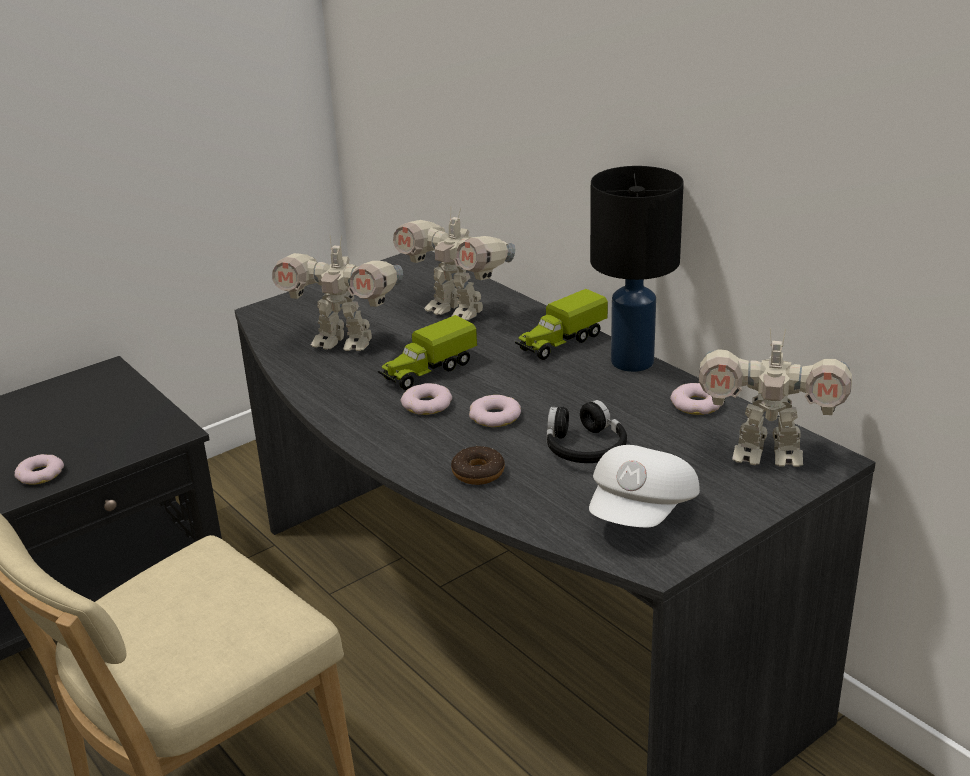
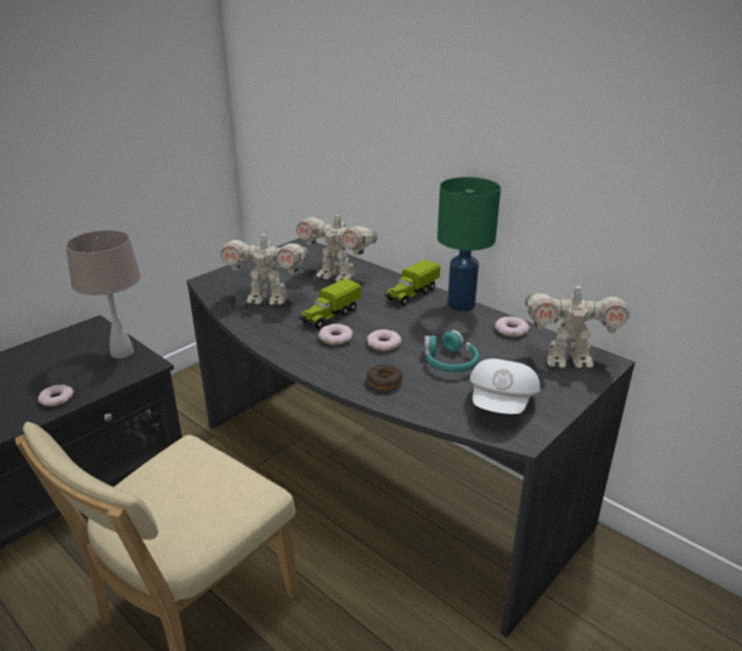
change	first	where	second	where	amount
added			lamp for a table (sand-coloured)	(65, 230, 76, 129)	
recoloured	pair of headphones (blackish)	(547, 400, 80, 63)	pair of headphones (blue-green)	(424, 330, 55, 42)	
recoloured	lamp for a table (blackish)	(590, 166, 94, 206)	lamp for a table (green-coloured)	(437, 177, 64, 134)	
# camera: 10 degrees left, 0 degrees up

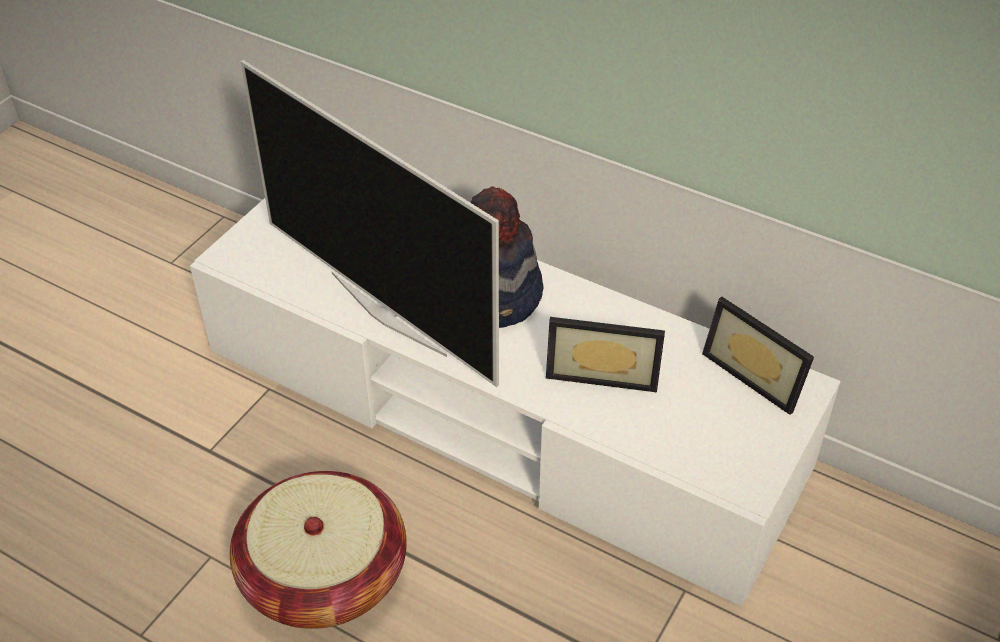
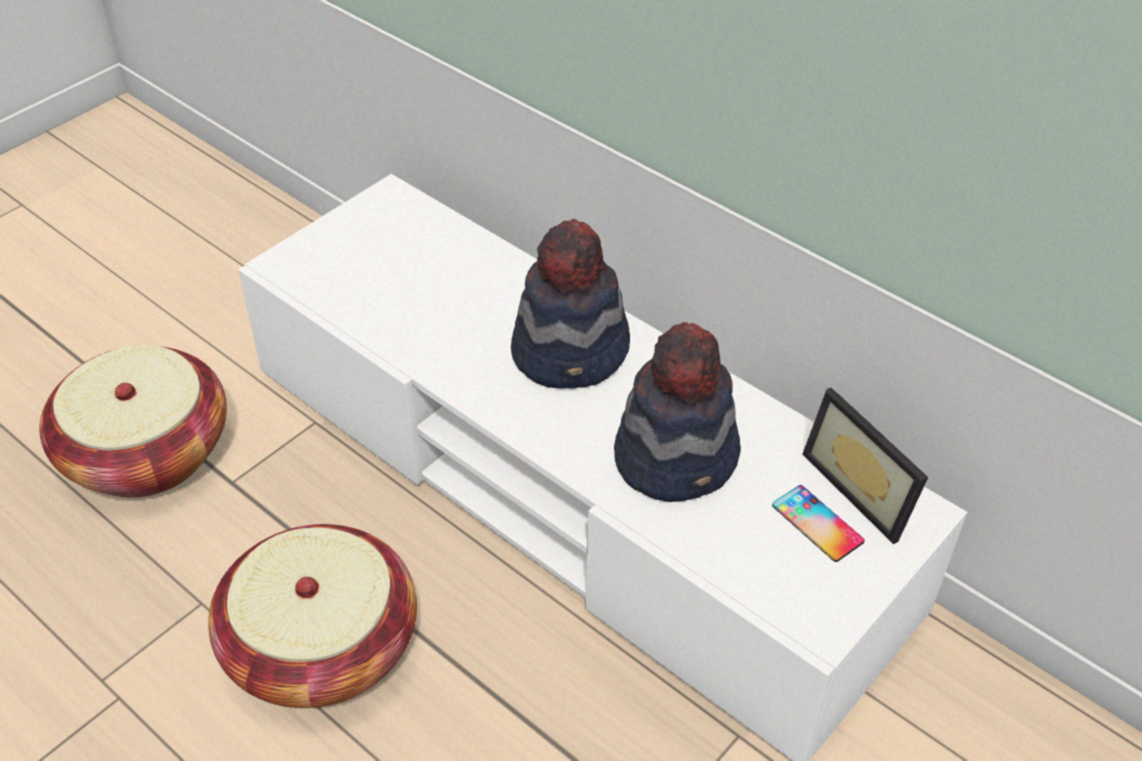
change	first	where	second	where	amount
added			storage basket	(39, 345, 188, 153)	
replaced	standing frame	(546, 317, 119, 75)	wearable hat	(614, 322, 127, 180)	
added			phone	(772, 485, 93, 77)	
removed	TV	(241, 60, 258, 327)			
# camera: 10 degrees right, 0 degrees up

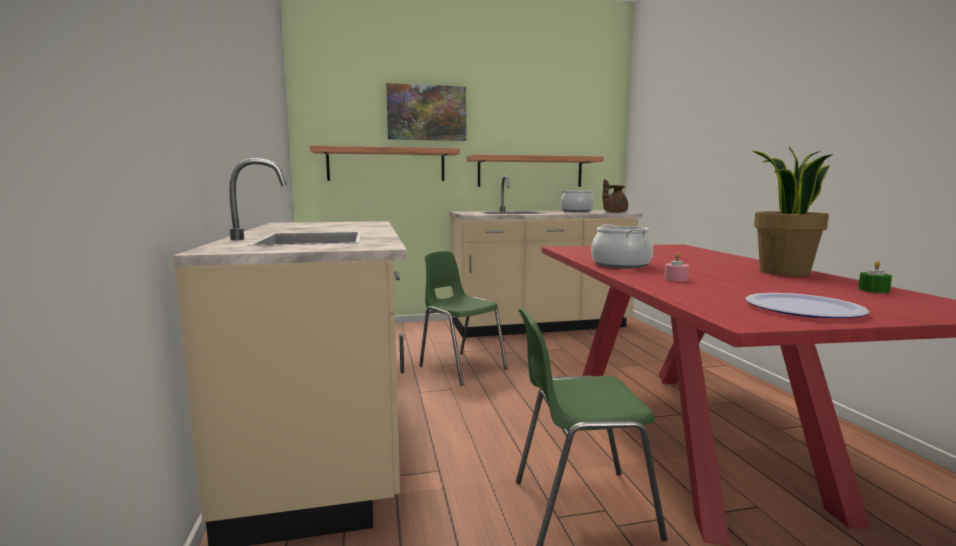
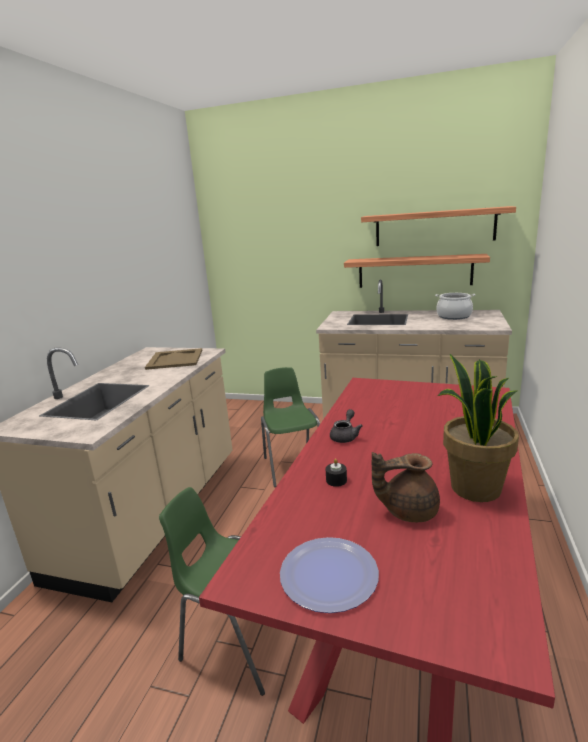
change	first	where	second	where	amount
added			carrying tray (sand-coloured)	(145, 348, 57, 22)	
recoloured	wax light (pink-coloured)	(664, 253, 25, 28)	wax light (blackish)	(325, 458, 22, 29)	
replaced	saucepot	(591, 224, 62, 44)	pot for tea (gray)	(330, 409, 33, 34)	
moved	bracket shelf	(310, 146, 150, 35)		(361, 206, 155, 40)	
moved	pot for tea (brown-coloured)	(602, 179, 26, 34)		(372, 452, 68, 70)	
removed	wall art	(386, 83, 80, 58)			
removed	wax light (green-coloured)	(858, 261, 34, 32)			
# camera: 30 degrees right, 10 degrees up

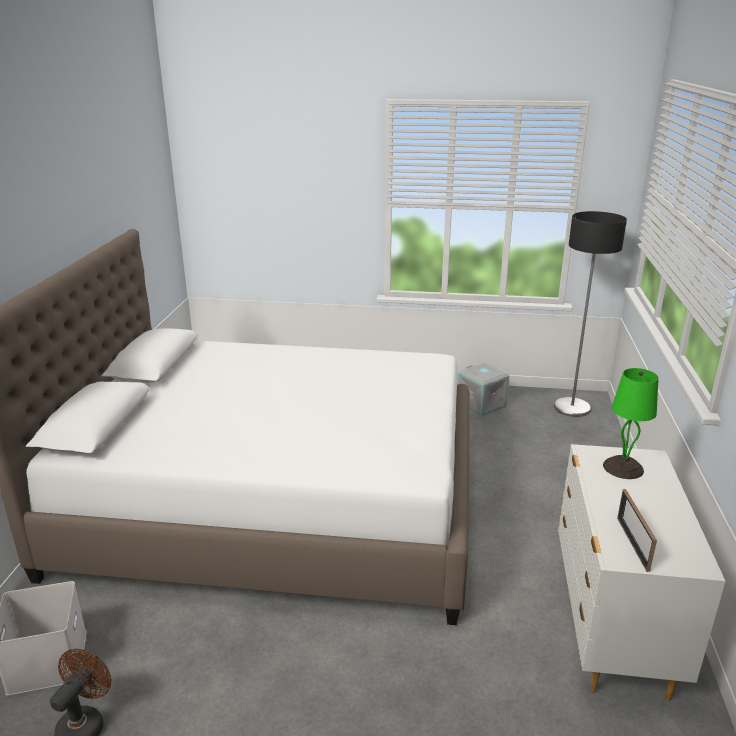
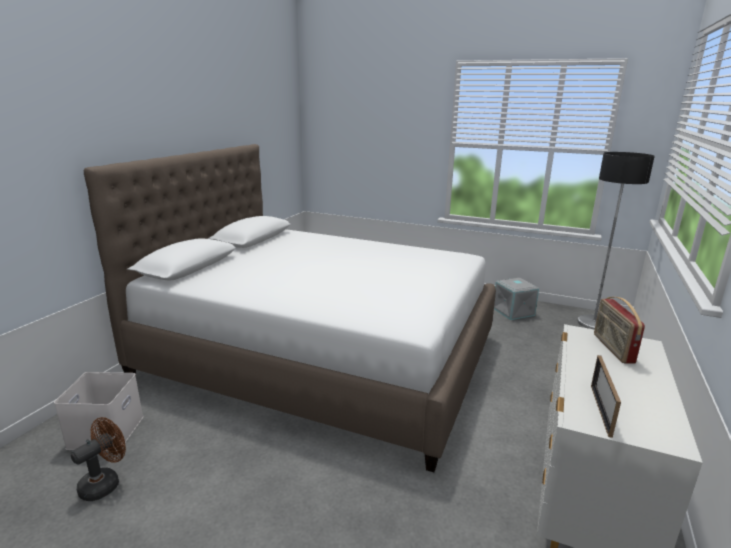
change	first	where	second	where	amount
replaced	lamp for a table (green-coloured)	(603, 368, 56, 111)	radio receiver	(594, 297, 51, 66)	
# camera: 15 degrees right, 5 degrees down

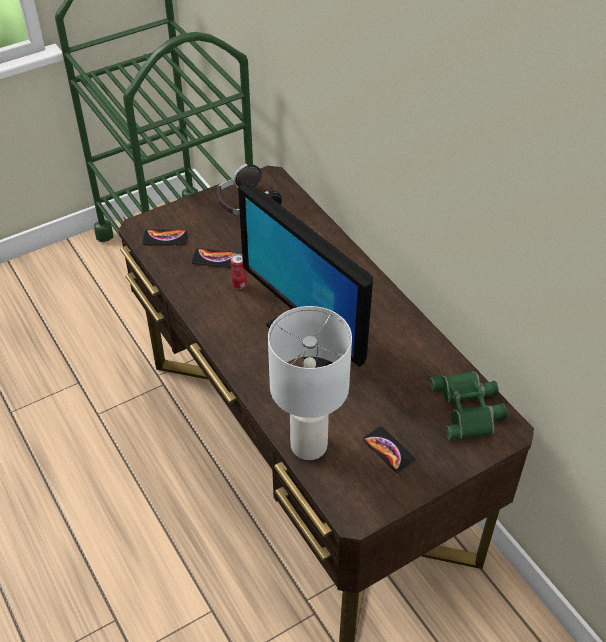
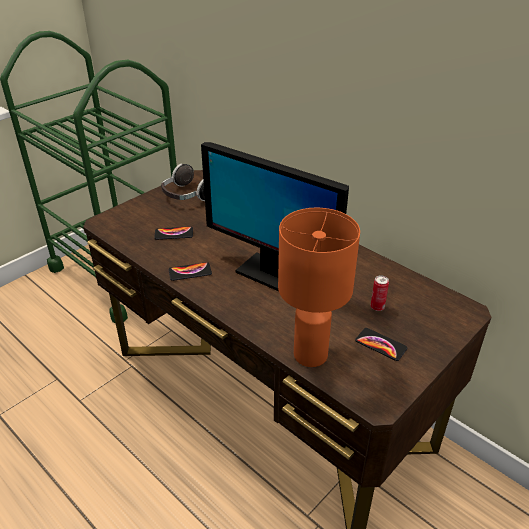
change	first	where	second	where	amount
moved	phone	(142, 229, 46, 16)		(168, 262, 44, 19)	
recoloured	lamp for a table (white-coloured)	(268, 306, 84, 154)	lamp for a table (orange-coloured)	(278, 208, 82, 159)	
moved	metal can	(231, 254, 16, 35)		(371, 275, 18, 36)	
removed	pair of binoculars (green-coloured)	(430, 372, 78, 68)			
# camera: 15 degrees left, 10 degrees down

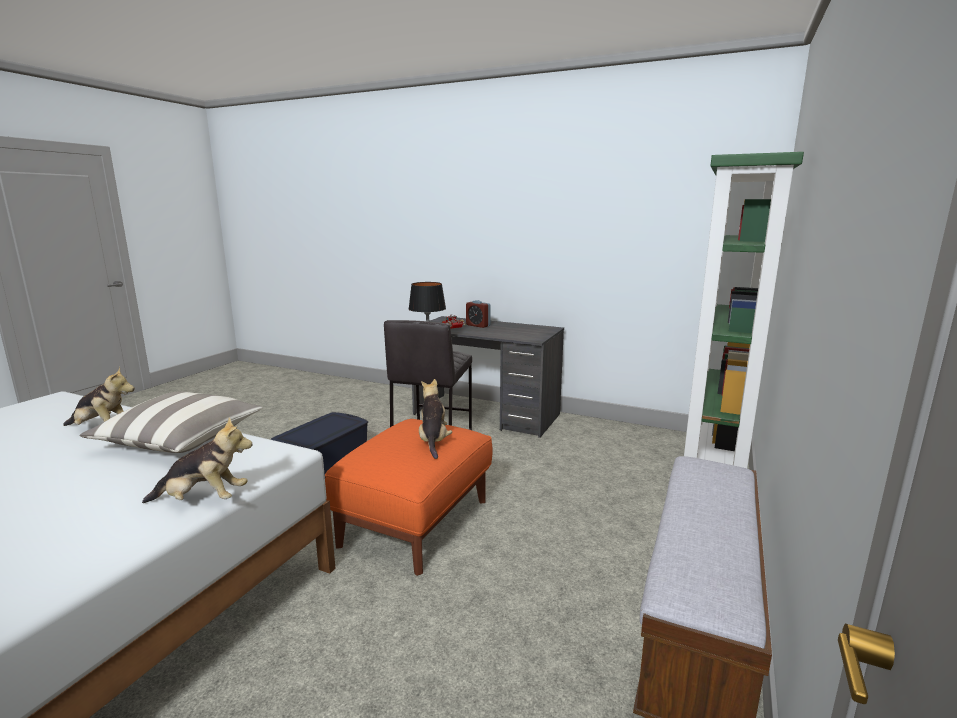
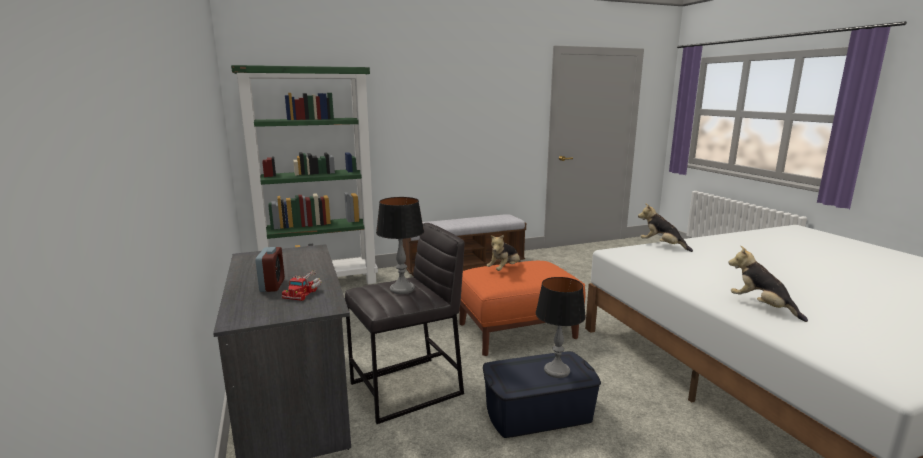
change	first	where	second	where	amount
added			lamp for a table	(536, 277, 50, 101)	
removed	throw pillow	(80, 392, 183, 61)			
# camera: 135 degrees left, 0 degrees up

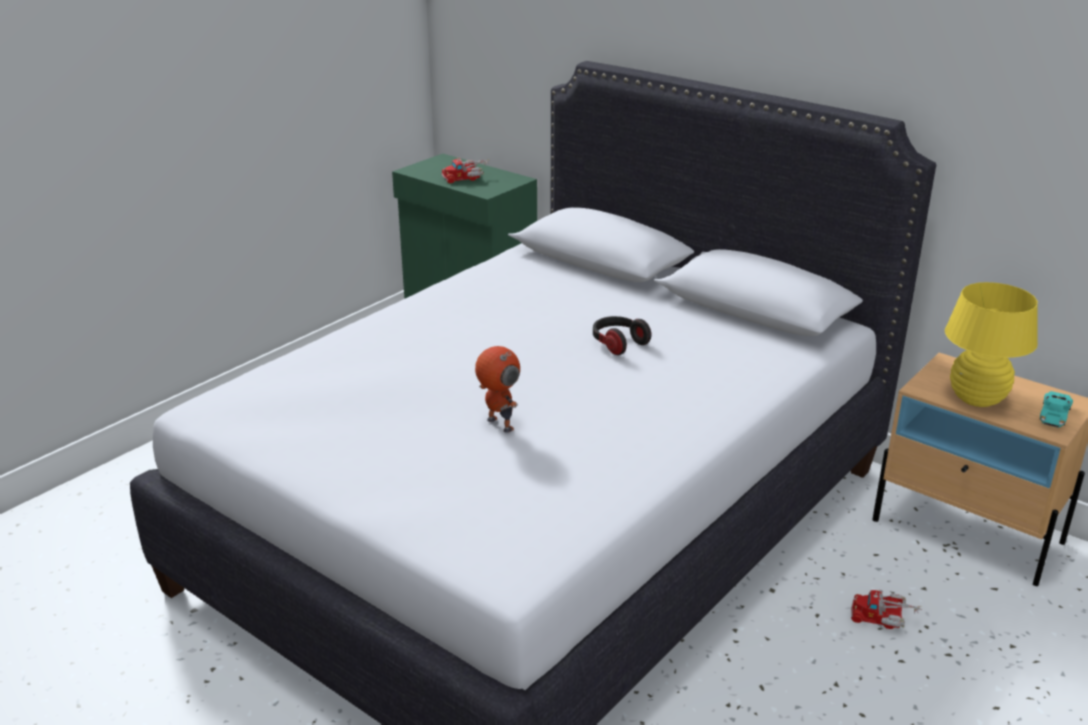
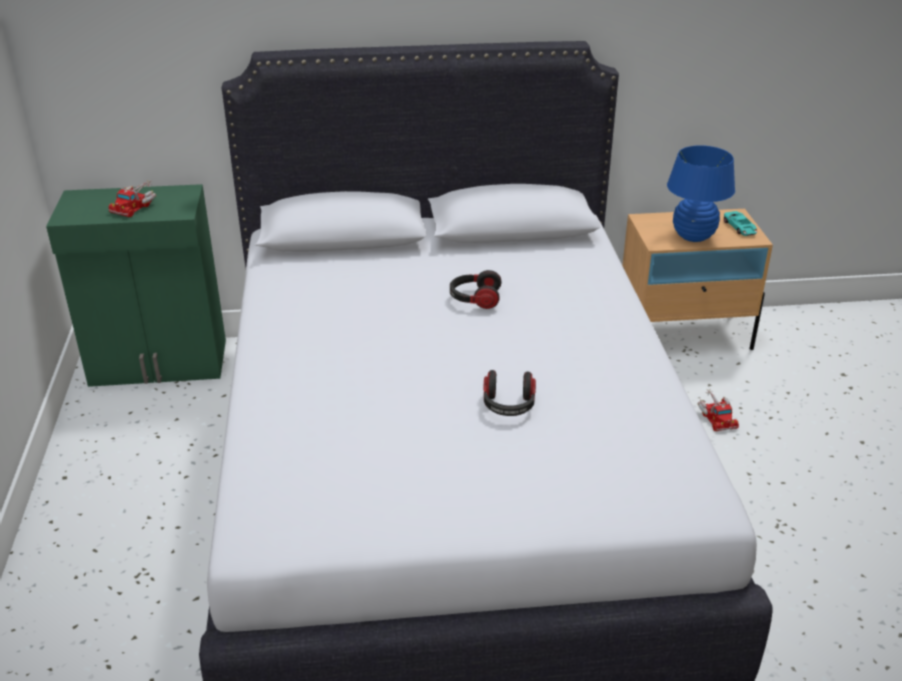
change	first	where	second	where	amount
replaced	model robot	(475, 346, 45, 87)	pair of headphones	(483, 370, 53, 46)	
recoloured	lamp for a table (yellow-coloured)	(945, 282, 93, 125)	lamp for a table (blue-coloured)	(667, 146, 68, 96)	
turned	model truck	(851, 590, 71, 39)		(697, 389, 42, 42)	75 degrees counterclockwise
# camera: 45 degrees left, 5 degrees up

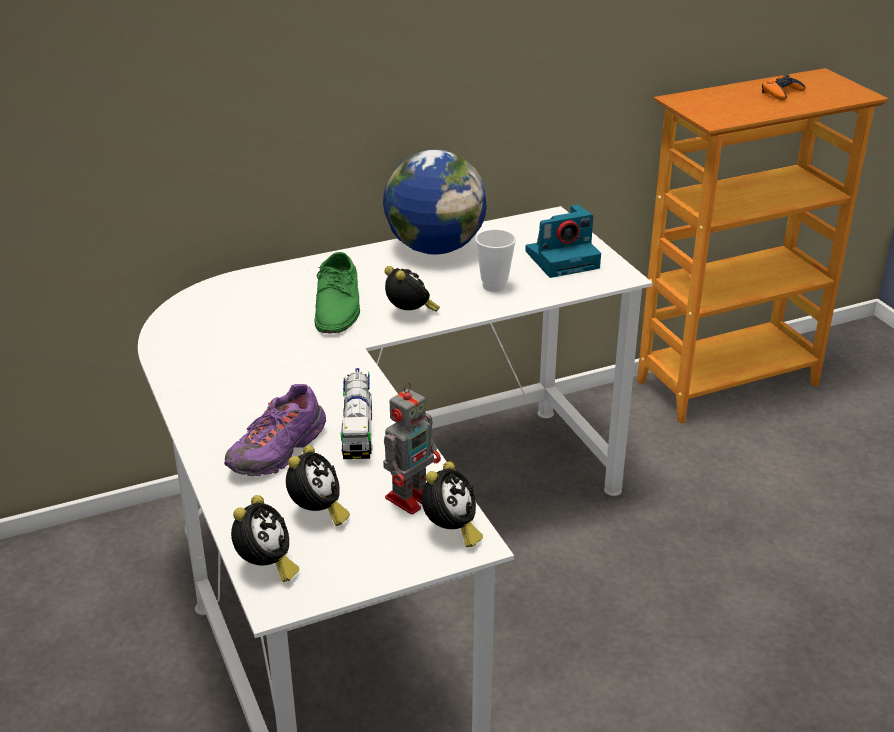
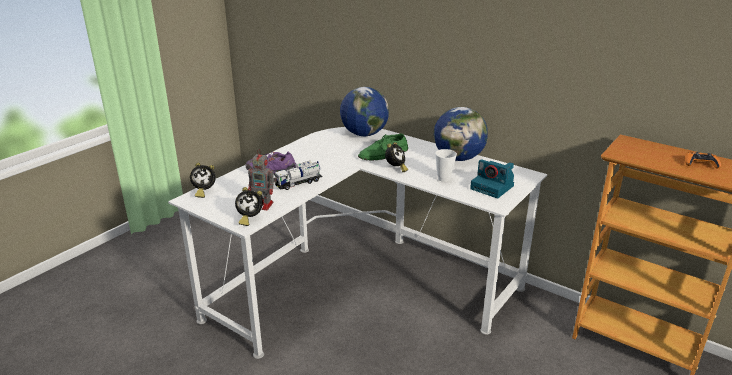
change	first	where	second	where	amount
added			globe	(340, 87, 49, 49)	
removed	bedside clock	(286, 445, 64, 81)			
# camera: 60 degrees right, 5 degrees down

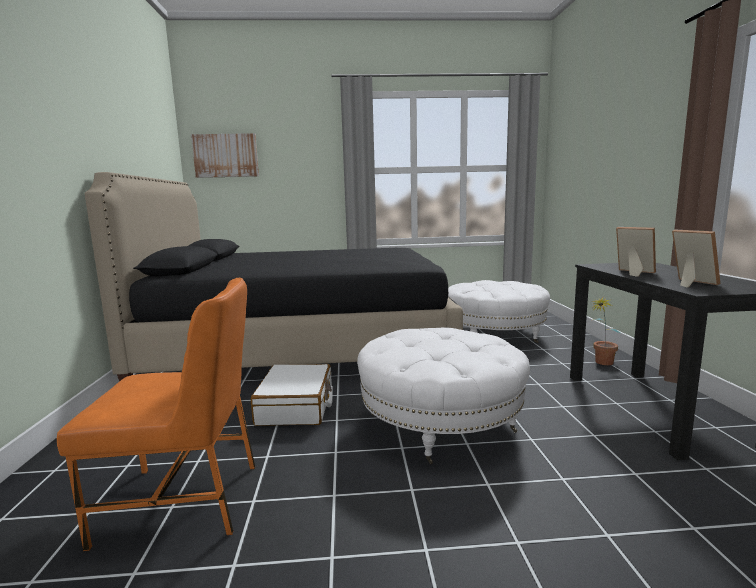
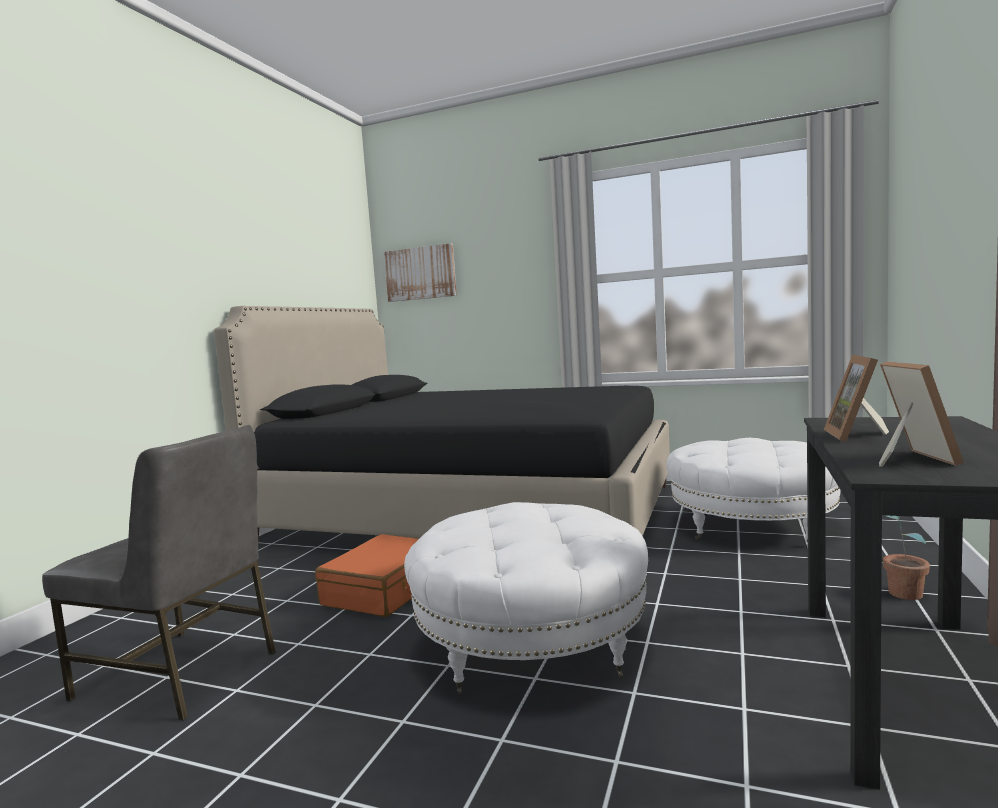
change	first	where	second	where	amount
recoloured	chair (orange-coloured)	(57, 278, 198, 273)	chair (gray)	(42, 425, 234, 296)	
recoloured	piece of luggage (white-coloured)	(251, 364, 82, 62)	piece of luggage (orange-coloured)	(315, 534, 104, 83)	
turned	standing frame	(616, 227, 40, 50)		(824, 355, 65, 87)	150 degrees counterclockwise
# camera: 25 degrees right, 5 degrees down

